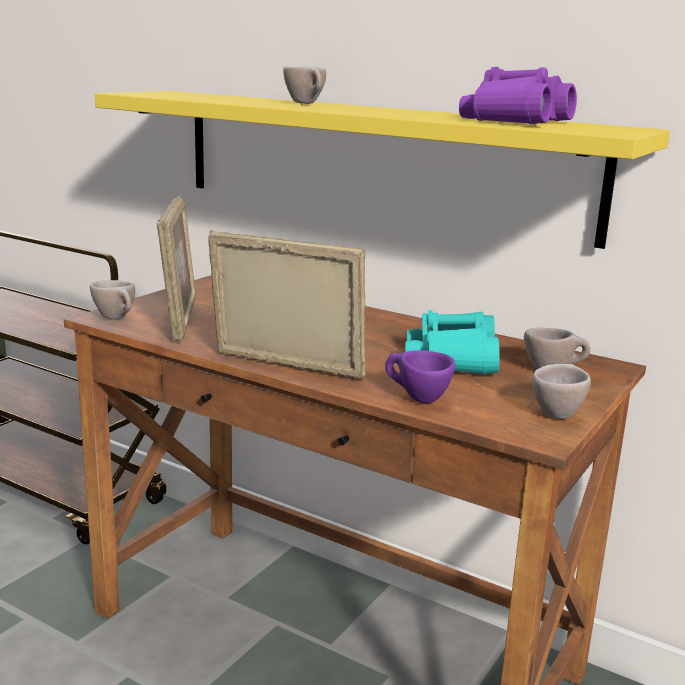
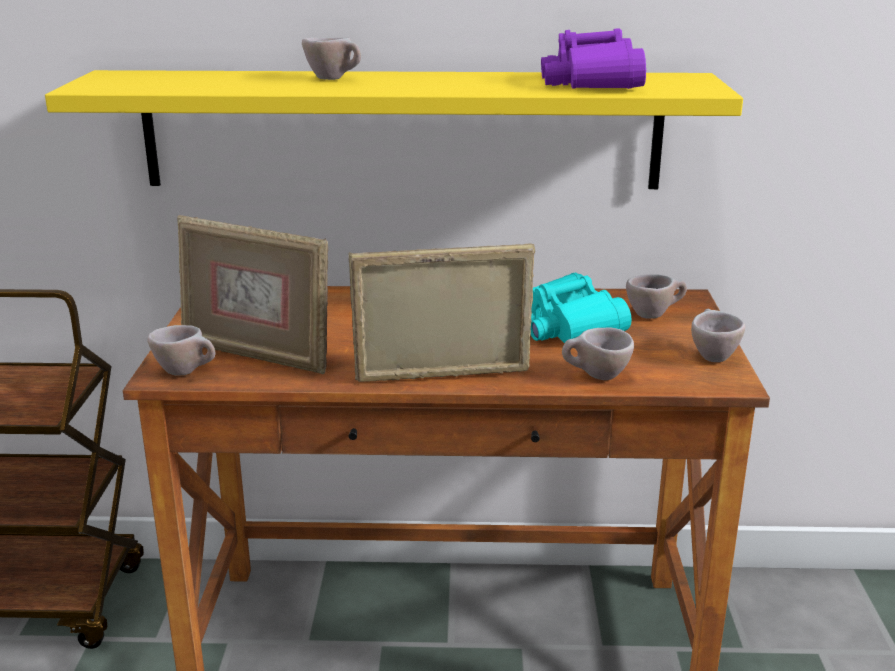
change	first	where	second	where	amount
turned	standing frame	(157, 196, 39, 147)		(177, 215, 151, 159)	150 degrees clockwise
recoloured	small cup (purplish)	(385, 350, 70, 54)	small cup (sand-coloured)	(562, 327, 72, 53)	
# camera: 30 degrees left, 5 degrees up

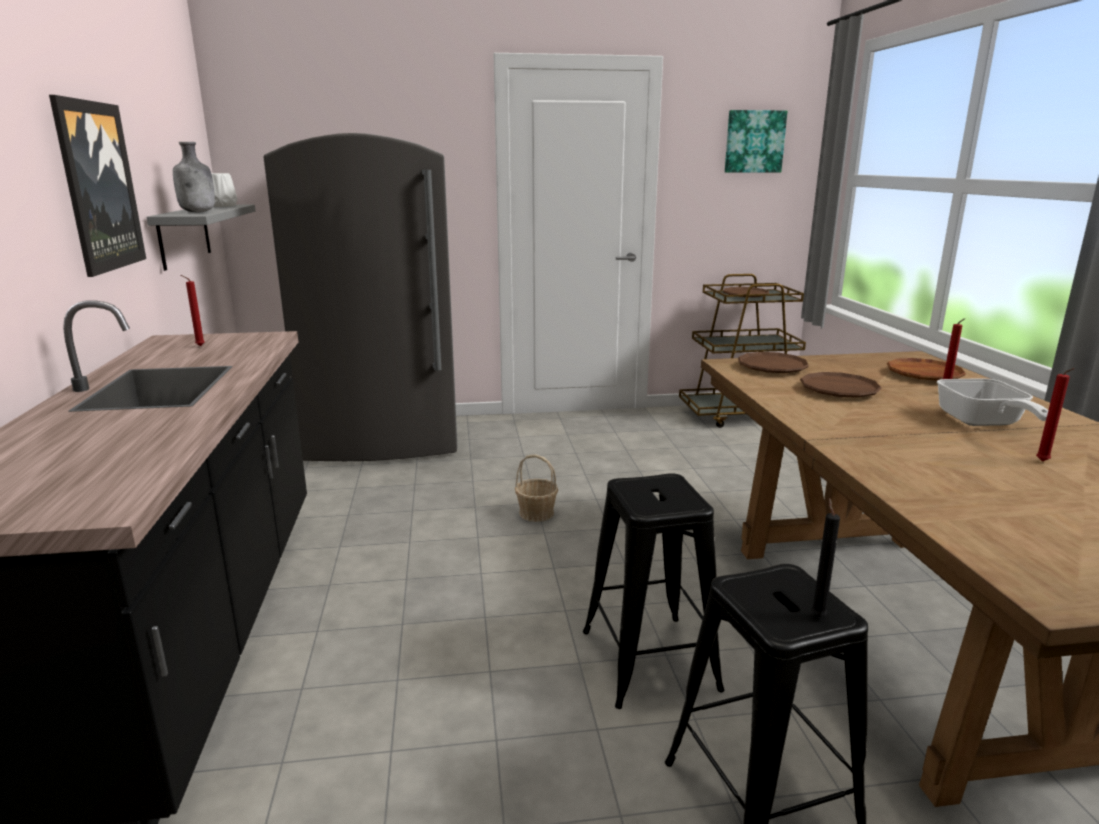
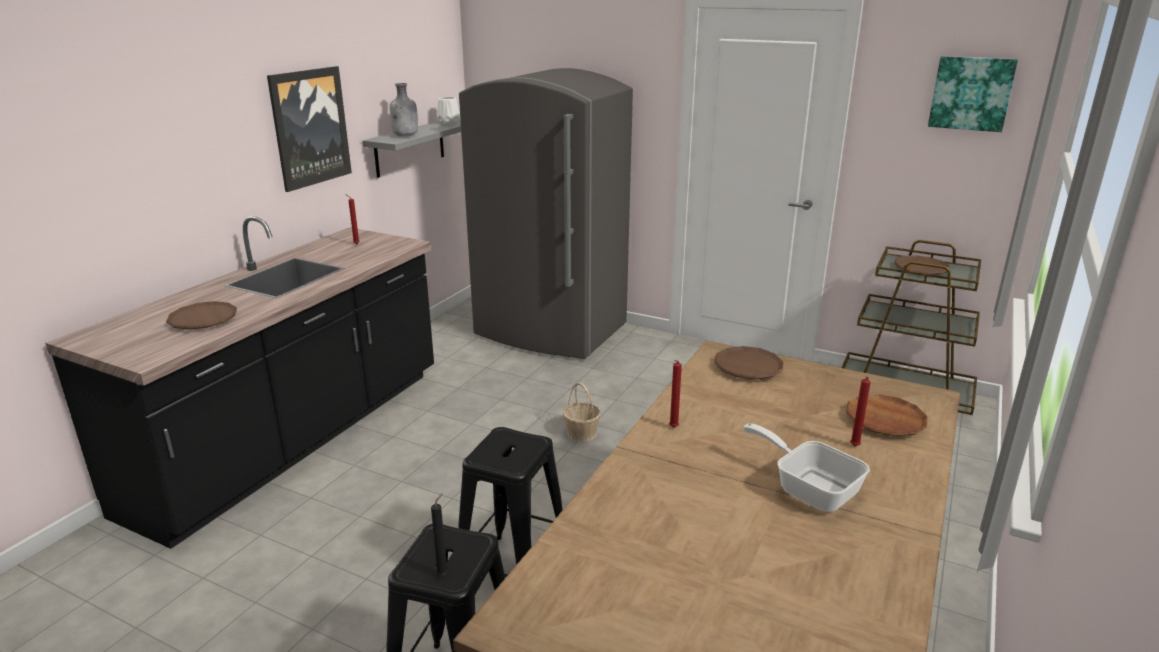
change	first	where	second	where	amount
moved	dinner plate (brown-coloured)	(800, 372, 82, 26)		(166, 301, 71, 29)	
moved	wax light (red-coloured)	(1036, 368, 39, 93)		(669, 360, 13, 68)	
turned	skillet	(937, 378, 111, 48)		(743, 424, 127, 88)	105 degrees clockwise
# camera: 35 degrees right, 5 degrees up

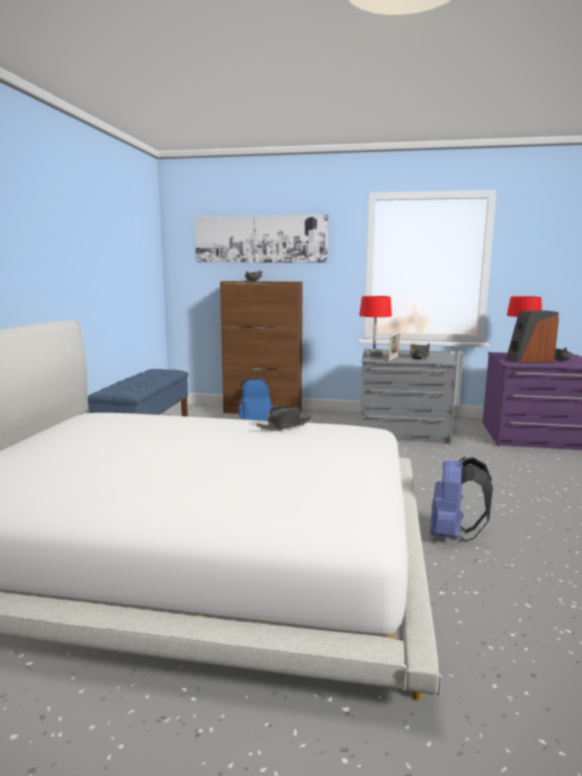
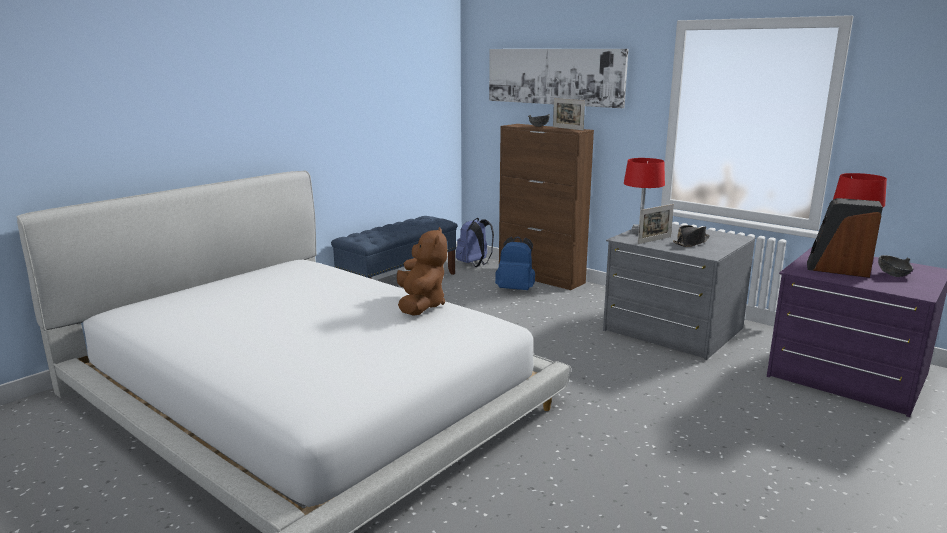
change	first	where	second	where	amount
replaced	wearable hat (blackish)	(256, 405, 56, 26)	cuddly toy (brown-coloured)	(397, 227, 50, 89)	
moved	rucksack (blue-coloured)	(430, 457, 63, 85)		(456, 218, 38, 49)	
added			standing frame	(553, 98, 32, 32)	
# camera: 30 degrees right, 5 degrees up

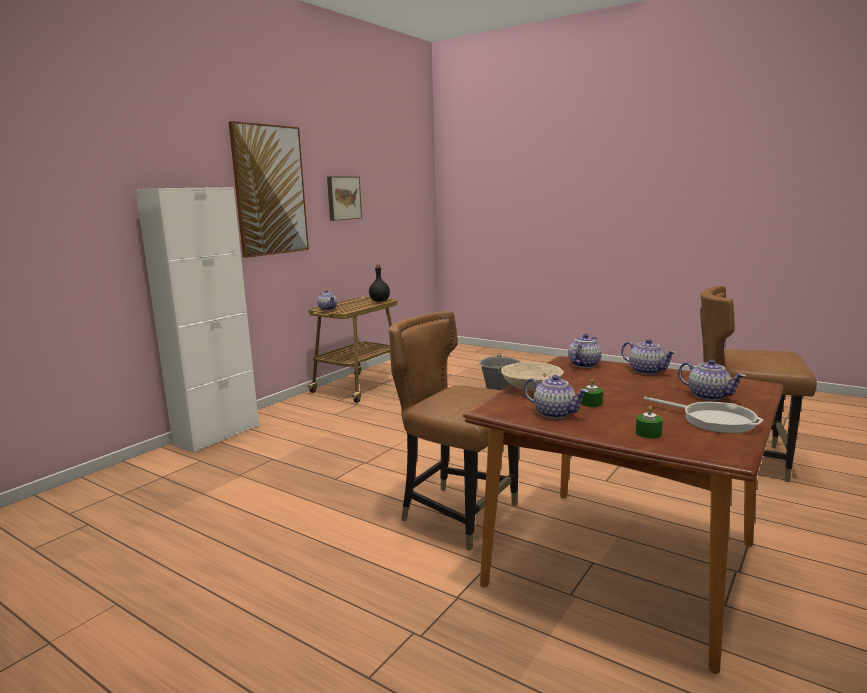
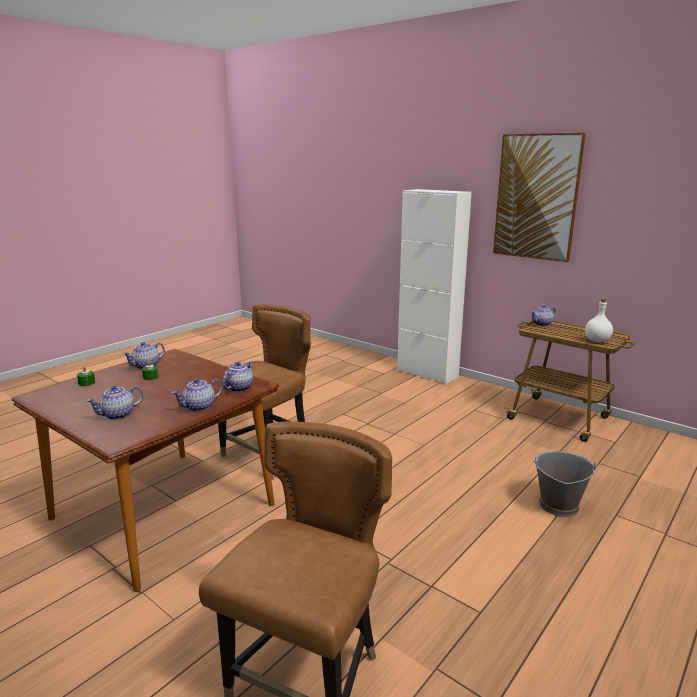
change	first	where	second	where	amount
turned	pot for tea	(568, 334, 34, 34)		(222, 361, 31, 31)	105 degrees counterclockwise
recoloured	beverage bottle (blackish)	(369, 265, 21, 37)	beverage bottle (white-coloured)	(585, 298, 28, 44)	
removed	wall art	(327, 176, 35, 45)			
removed	serving bowl (sand-coloured)	(501, 362, 63, 29)			
removed	skillet	(644, 397, 119, 36)			
# camera: 95 degrees right, 5 degrees up

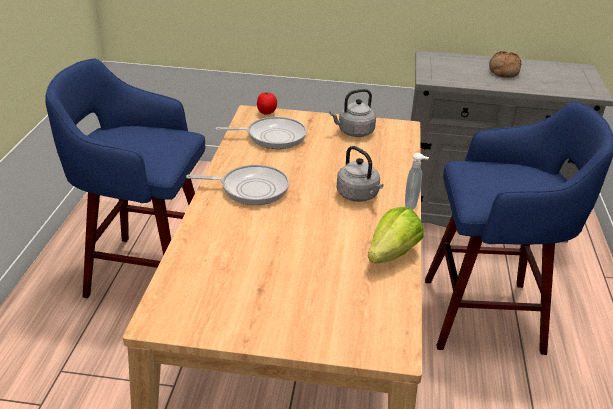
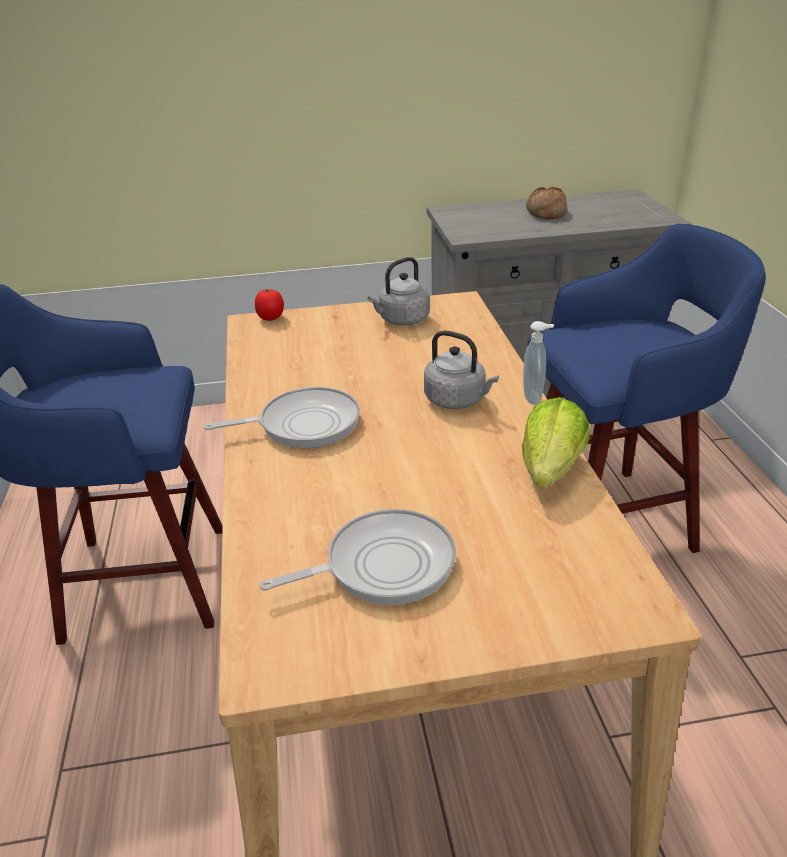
change	first	where	second	where	amount
moved	skillet	(215, 117, 92, 32)		(260, 509, 196, 96)	
# camera: 15 degrees left, 0 degrees up

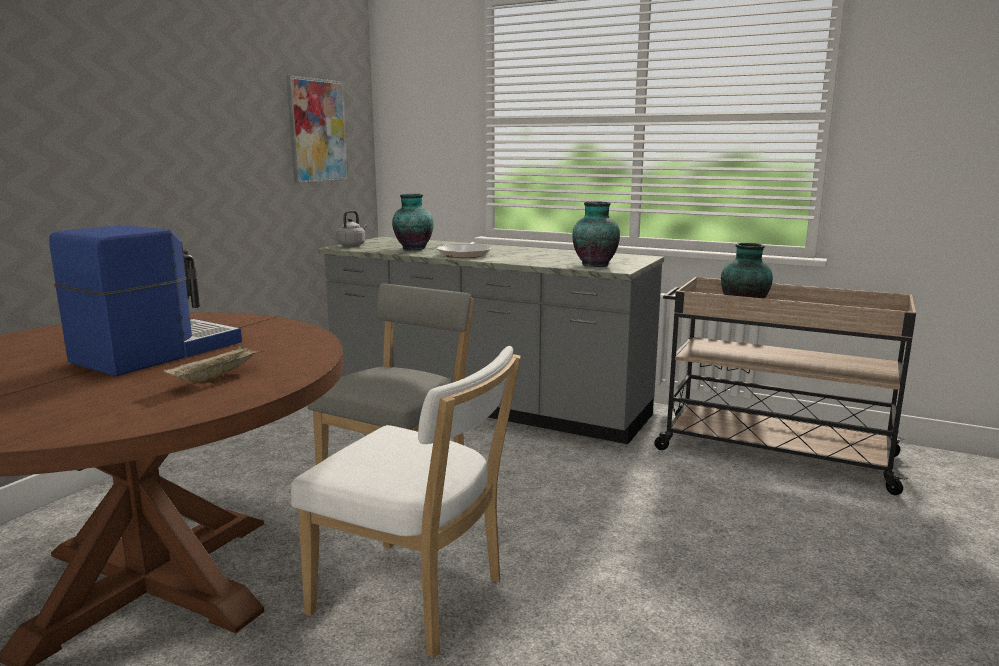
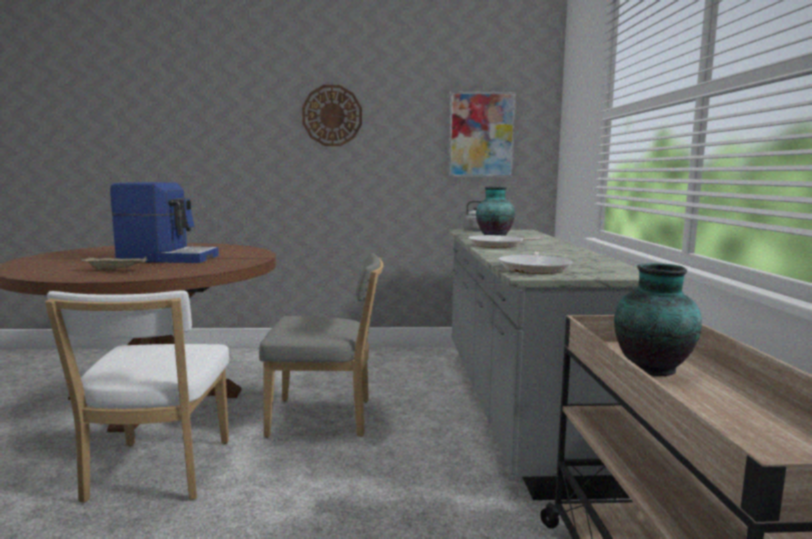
change	first	where	second	where	amount
added			hanging clock	(302, 85, 60, 61)	
replaced	decorative vase	(572, 201, 48, 66)	skillet	(499, 251, 74, 23)	
# camera: 60 degrees right, 5 degrees down

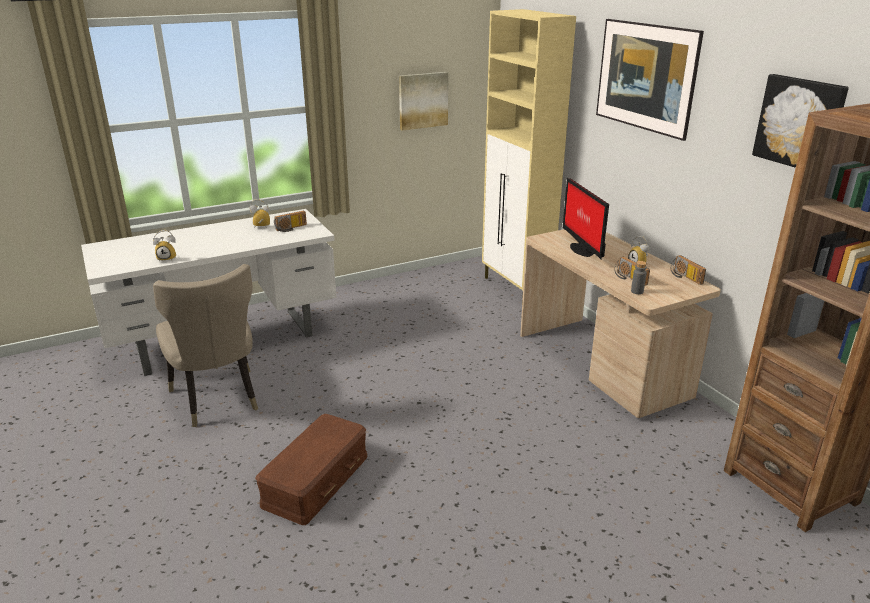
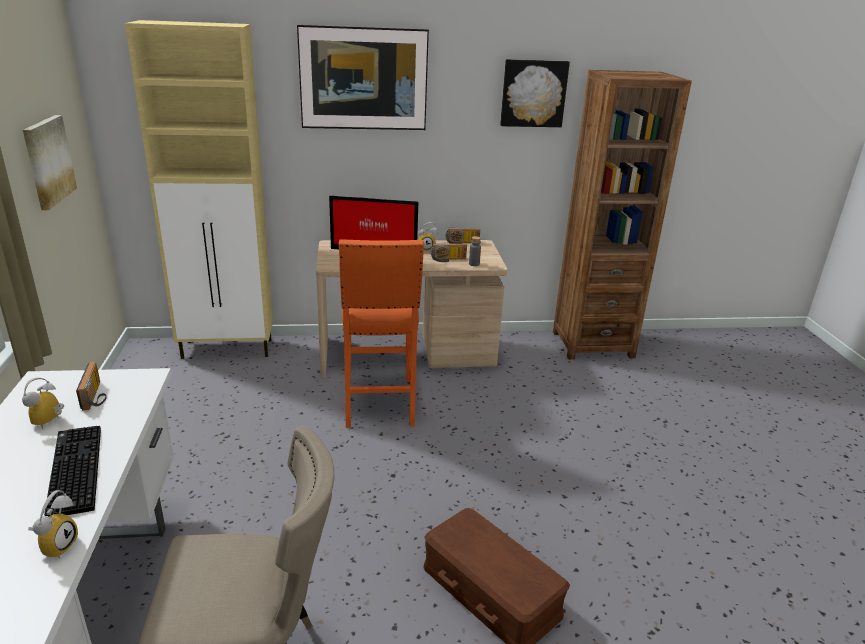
change	first	where	second	where	amount
added			PC keyboard	(44, 426, 57, 90)	
added			stool seat (orange-coloured)	(339, 239, 85, 189)	
# camera: 70 degrees left, 0 degrees up

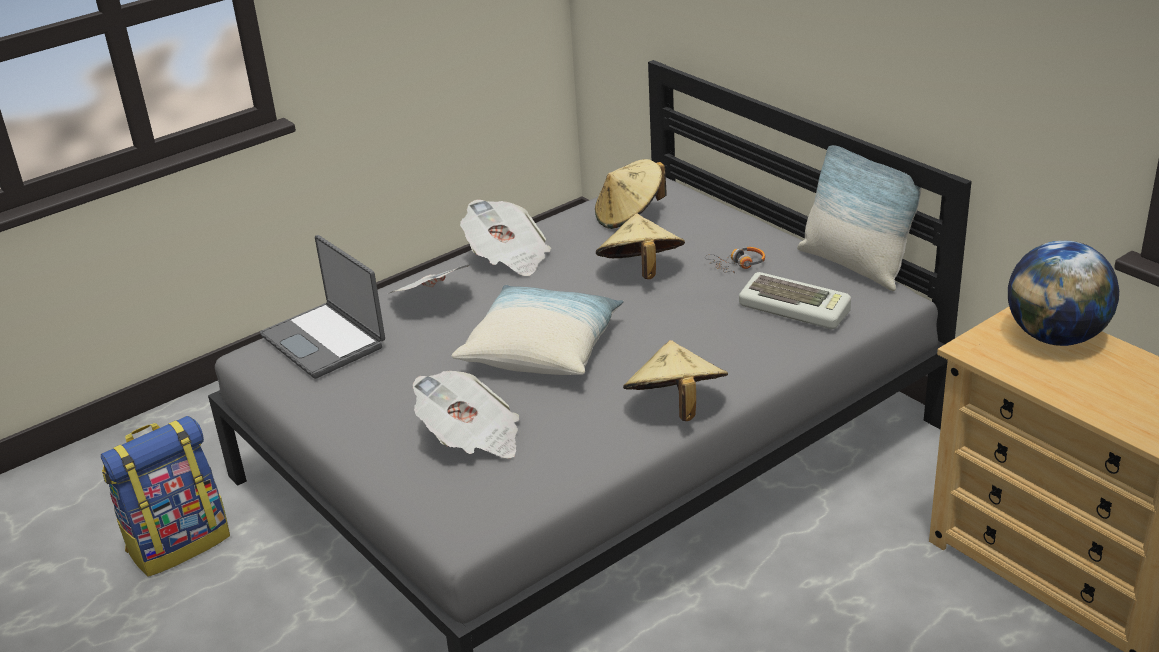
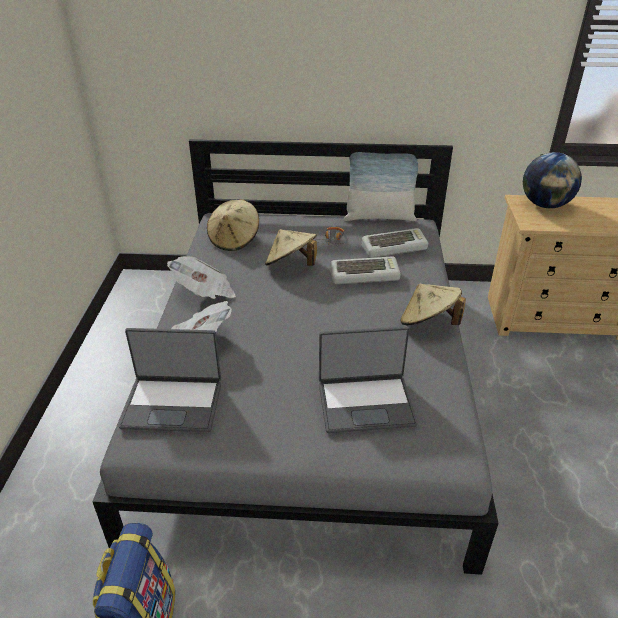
change	first	where	second	where	amount
replaced	printed paper	(413, 371, 106, 87)	portable computer	(319, 326, 99, 107)	
added			PC keyboard	(330, 257, 71, 27)	
removed	throw pillow	(452, 285, 172, 90)			
# camera: 50 degrees left, 5 degrees up

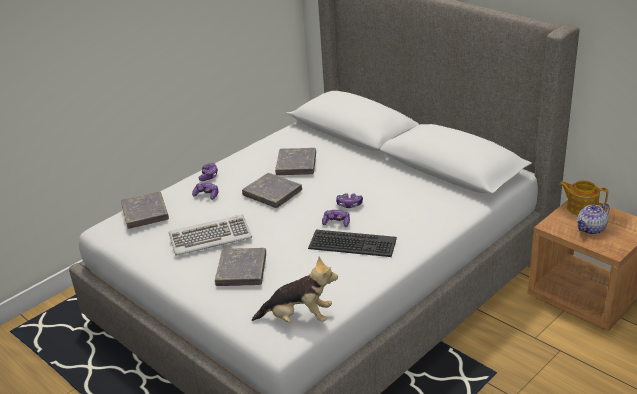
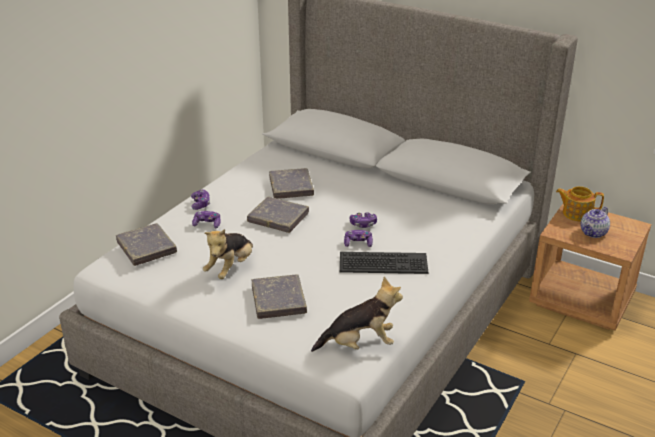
change	first	where	second	where	amount
replaced	PC keyboard	(169, 215, 83, 40)	cuddly toy	(203, 229, 50, 50)	
# camera: 15 degrees left, 0 degrees up

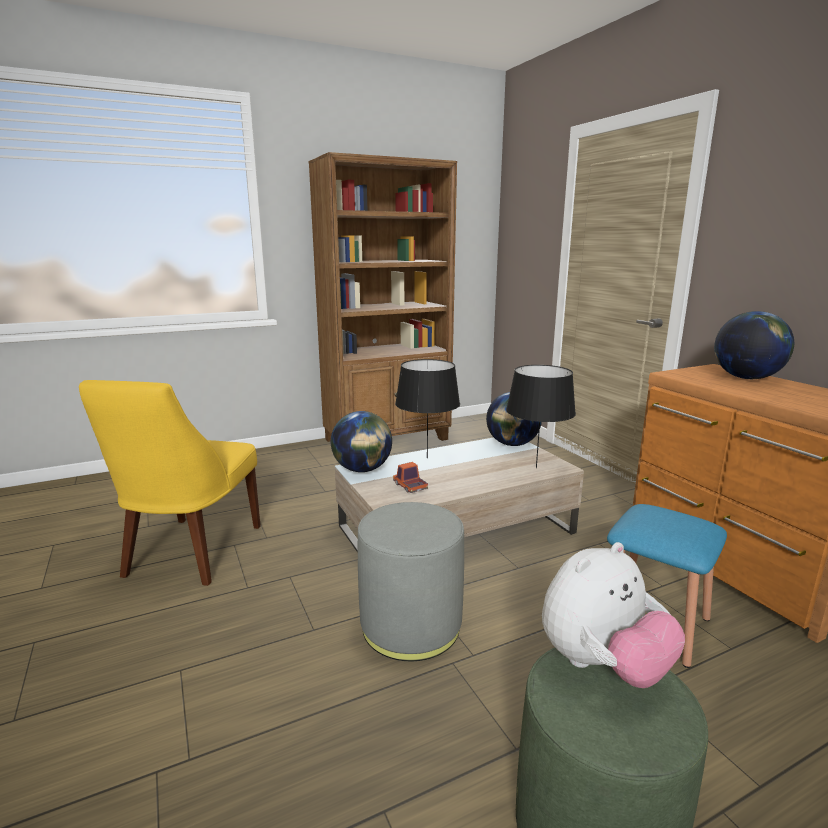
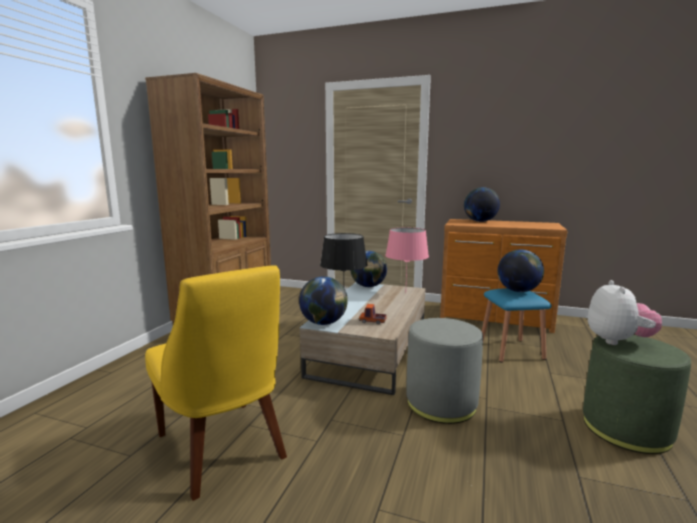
change	first	where	second	where	amount
recoloured	lamp for a table (blackish)	(506, 365, 70, 103)	lamp for a table (pink-coloured)	(385, 228, 44, 53)	
added			globe	(498, 249, 46, 43)	
# camera: 45 degrees left, 5 degrees down

